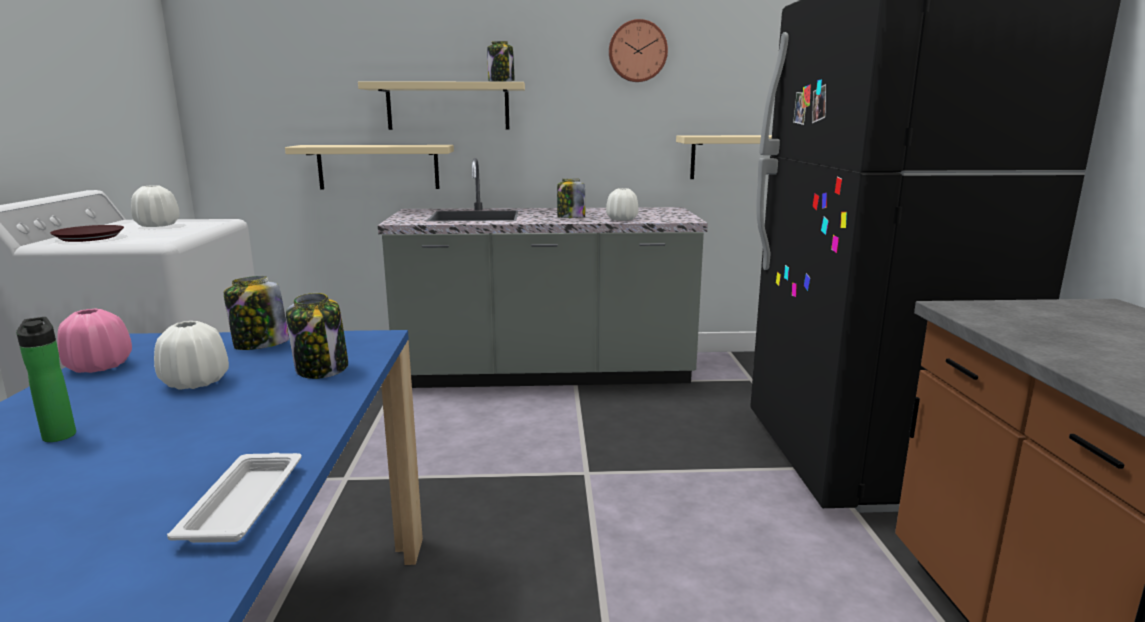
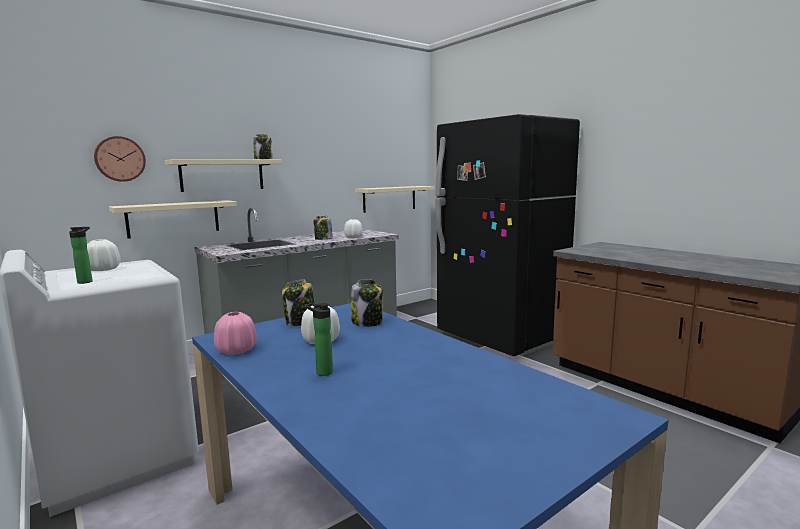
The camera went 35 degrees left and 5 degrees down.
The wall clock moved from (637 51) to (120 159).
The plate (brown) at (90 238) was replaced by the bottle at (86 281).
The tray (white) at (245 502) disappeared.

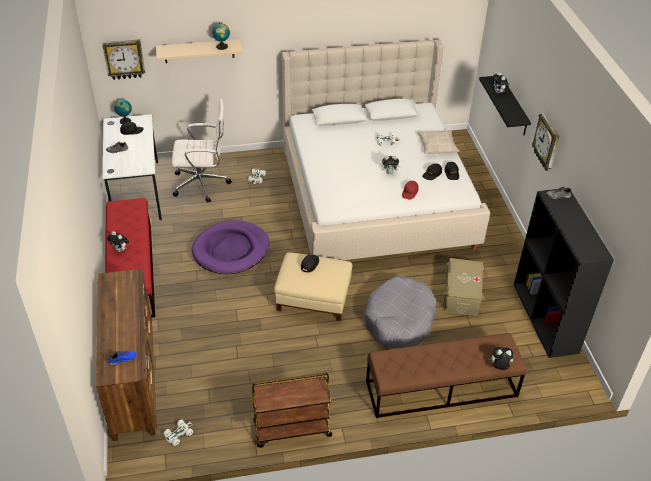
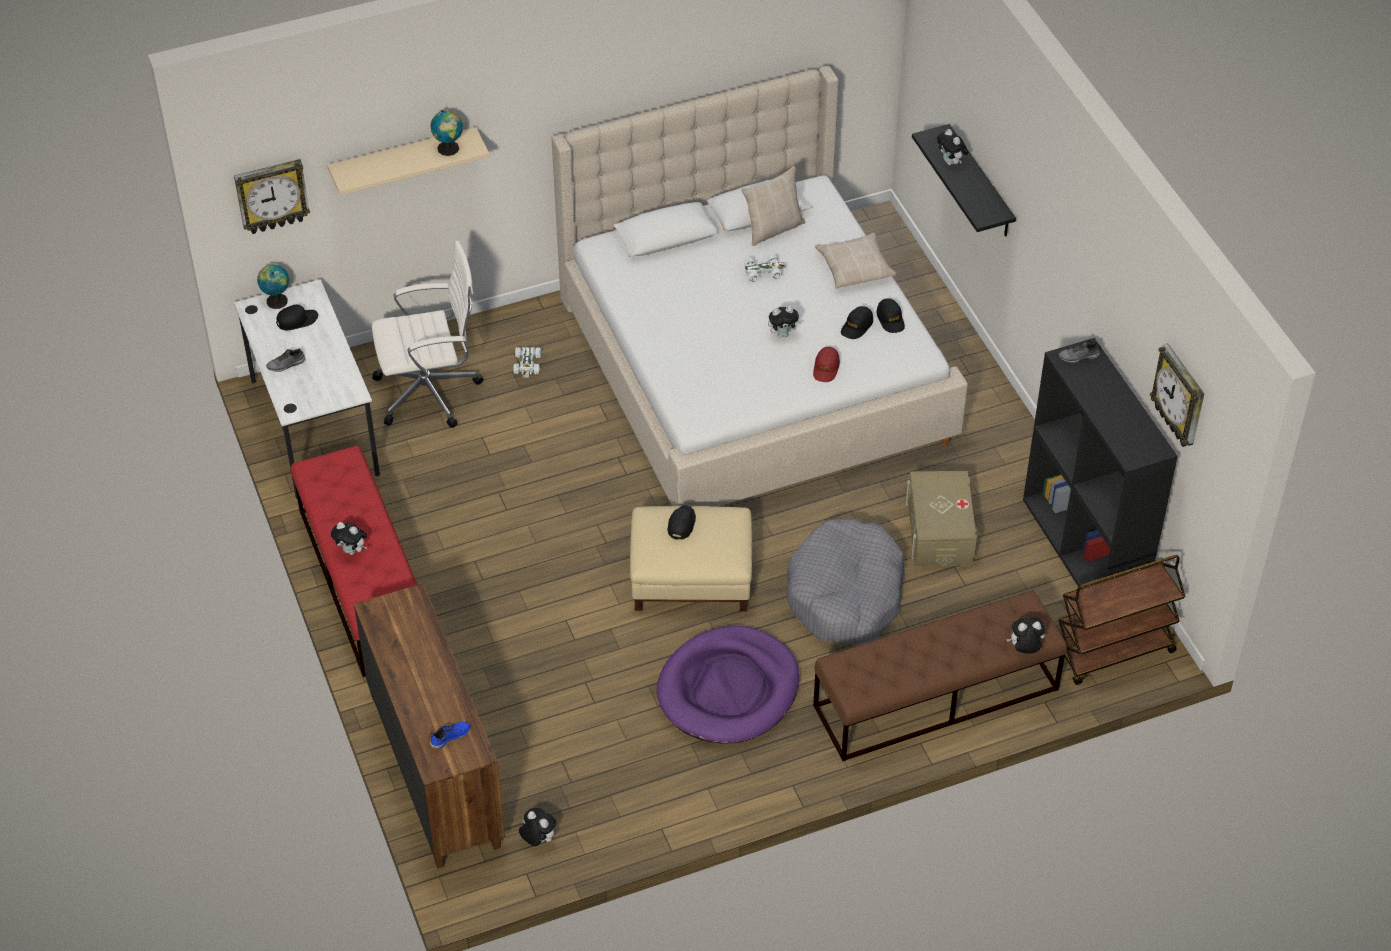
The camera went 10 degrees left and 5 degrees up.
The wall clock moved from (547 143) to (1180 397).
The dog bed (purple) moved from (231 250) to (728 689).
The cart (brown) moved from (291 429) to (1113 652).
The toy car (white) at (179 434) was replaced by the plush toy at (538 840).
The pillow (beige) at (773 228) appeared.

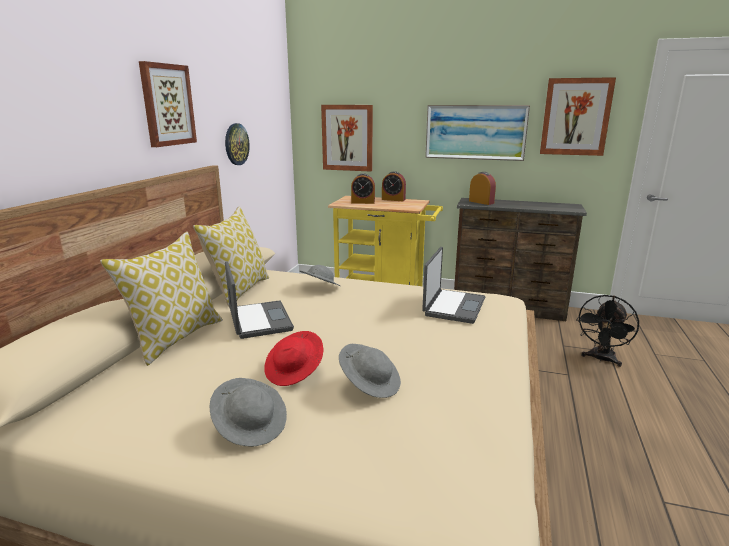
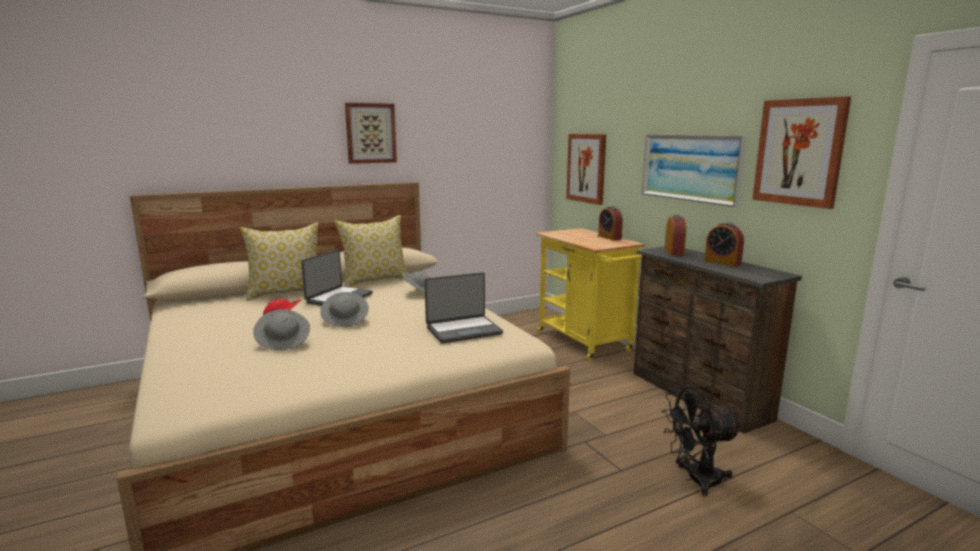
The camera went 45 degrees right and 5 degrees down.
The wall clock at (236 144) disappeared.
The alarm clock moved from (363 202) to (722 262).
The hat (grey) moved from (251 426) to (346 320).

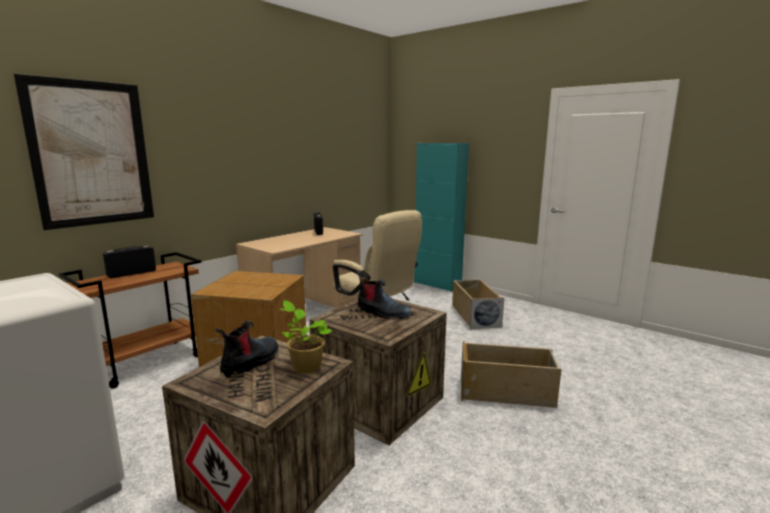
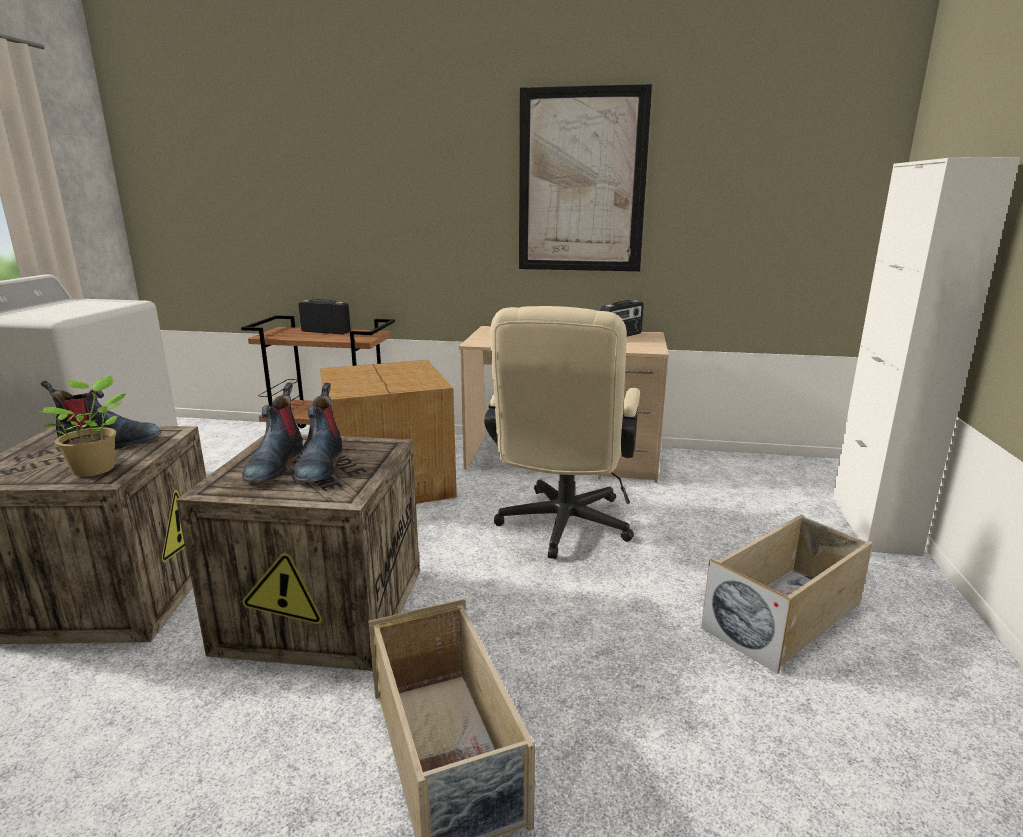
The camera went 60 degrees right and 5 degrees up.
The picture moved from (92 154) to (581 182).
The cabinet (turquoise) at (437 284) became the cabinet (white) at (873 525).
The boot at (275 464) appeared.

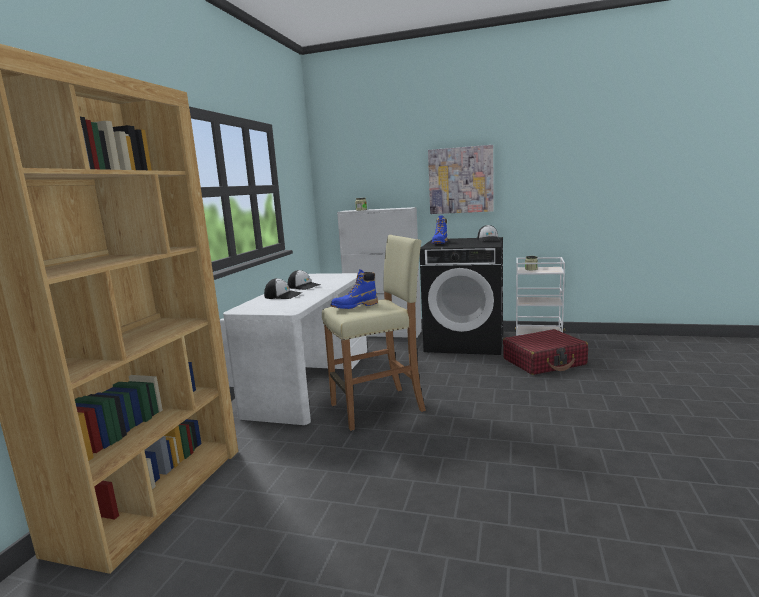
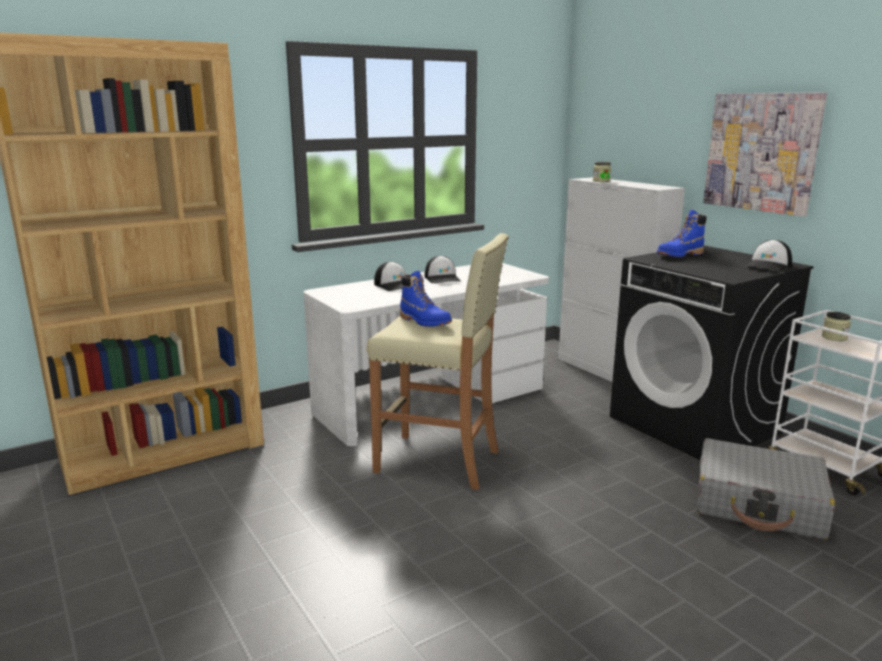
The camera went 40 degrees right and 5 degrees up.
The boot (blue) at (354 306) turned 150 degrees counterclockwise.
The suitcase (red) at (544 362) became the suitcase (grey) at (759 504).

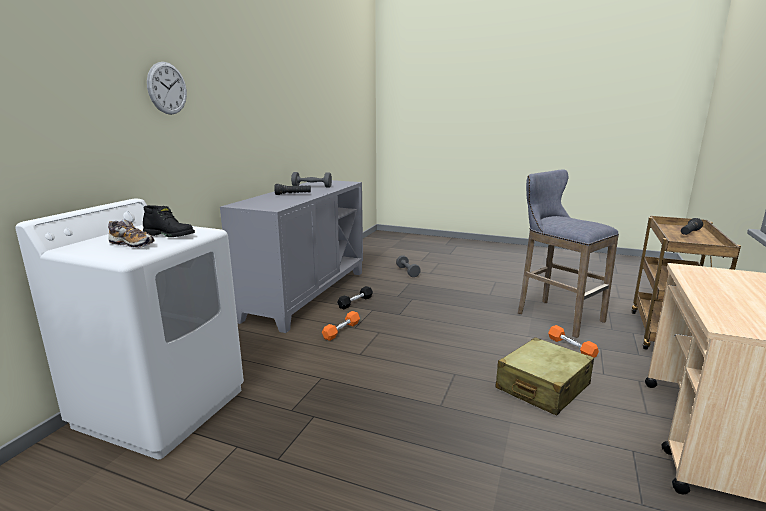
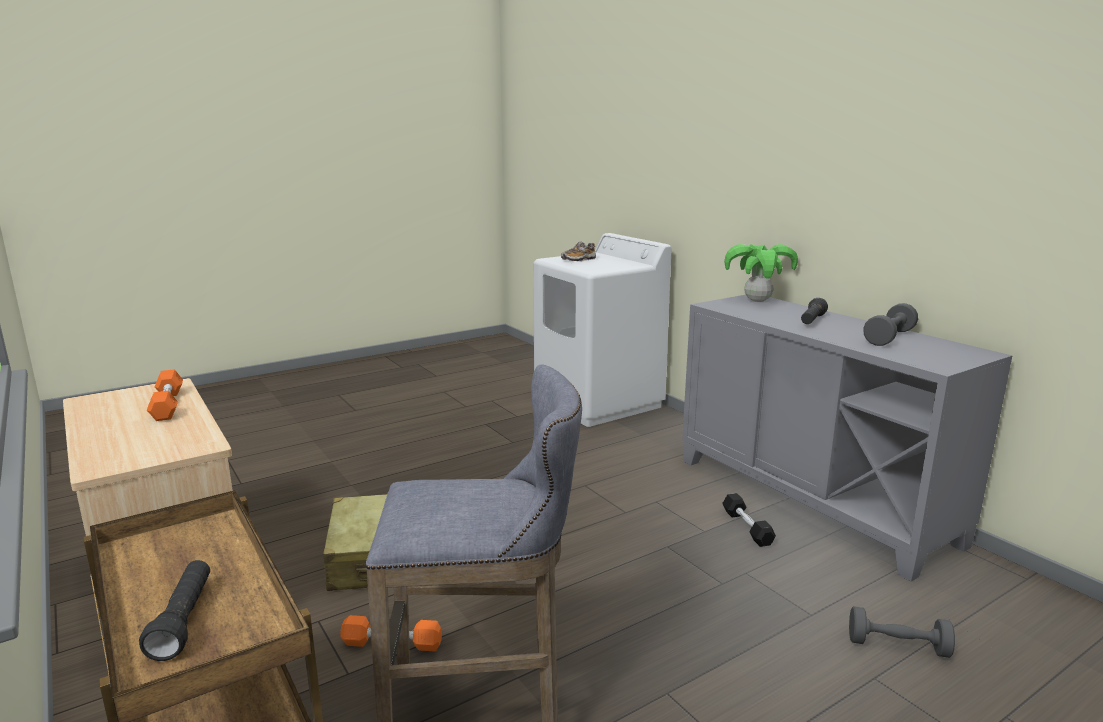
The camera went 125 degrees right and 0 degrees up.
The wall clock at (167 88) disappeared.
The boot (black) at (170 235) disappeared.
The dumbbell (orange) moved from (341 331) to (167 405).
The potted plant at (757 300) appeared.

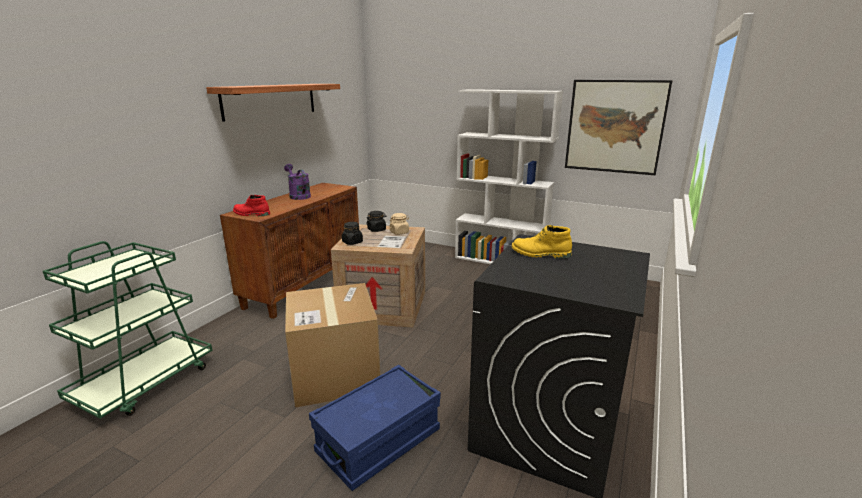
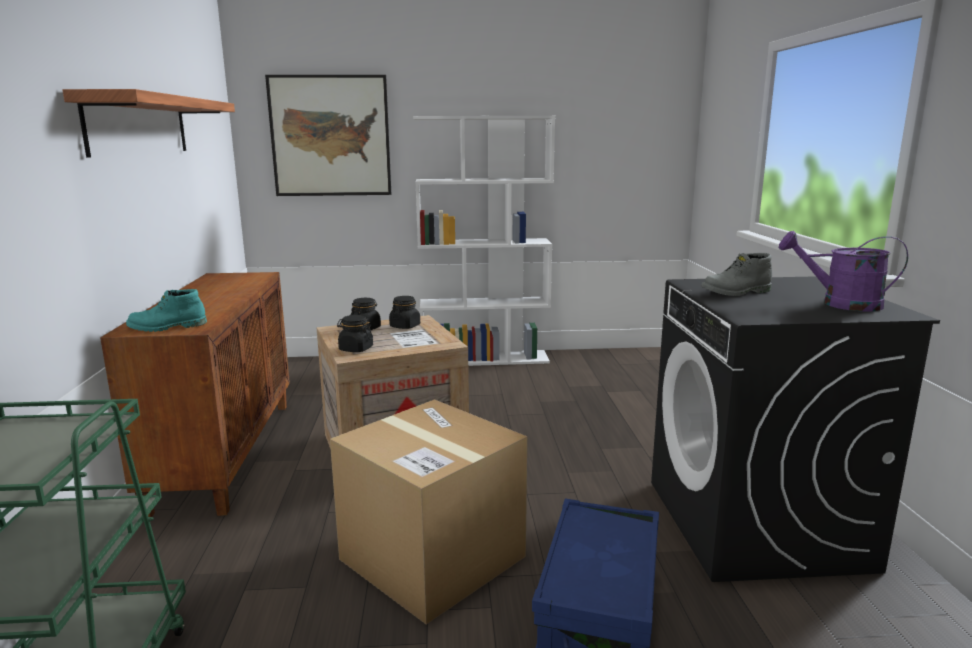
The camera went 30 degrees left and 5 degrees down.
The picture moved from (615 127) to (330 136).
The watering can (purple) moved from (298 196) to (840 304).
The boot (red) at (251 214) became the boot (turquoise) at (167 327).
The jar (beige) at (399 232) became the jar (black) at (405 326).
The boot (yellow) at (540 254) became the boot (grey) at (736 292).

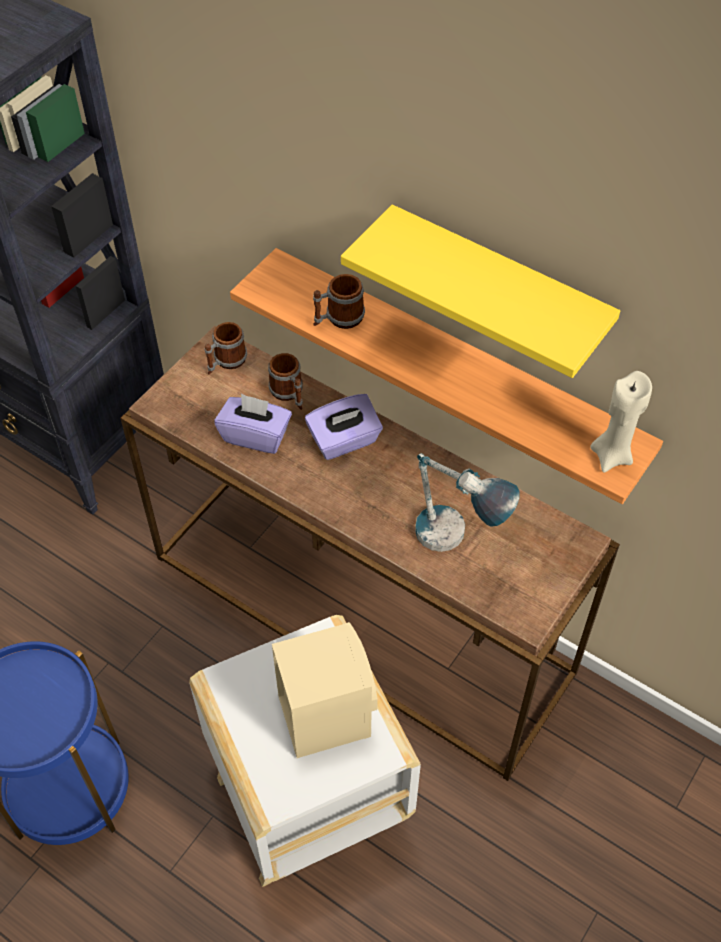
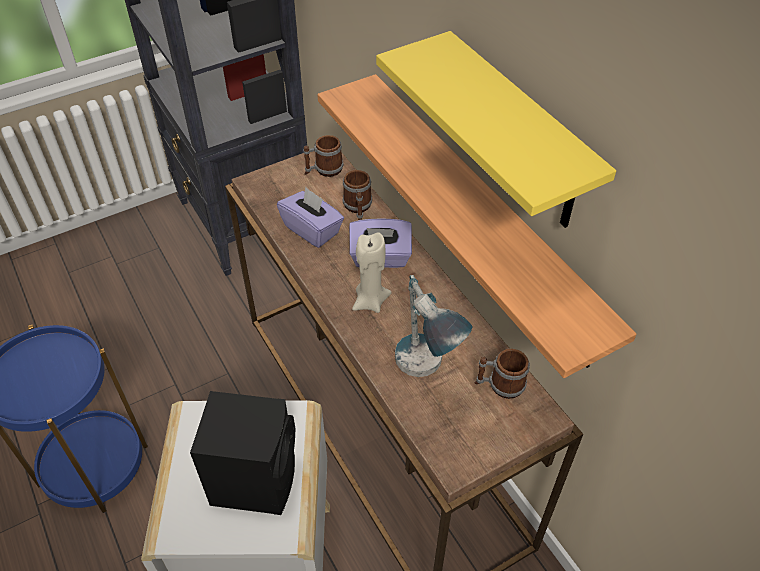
The camera went 25 degrees right and 5 degrees down.
The mug moved from (338 319) to (499 385).
The candle (beige) moved from (612 455) to (370 302).
The speaker (beige) at (324 713) became the speaker (black) at (255 477).

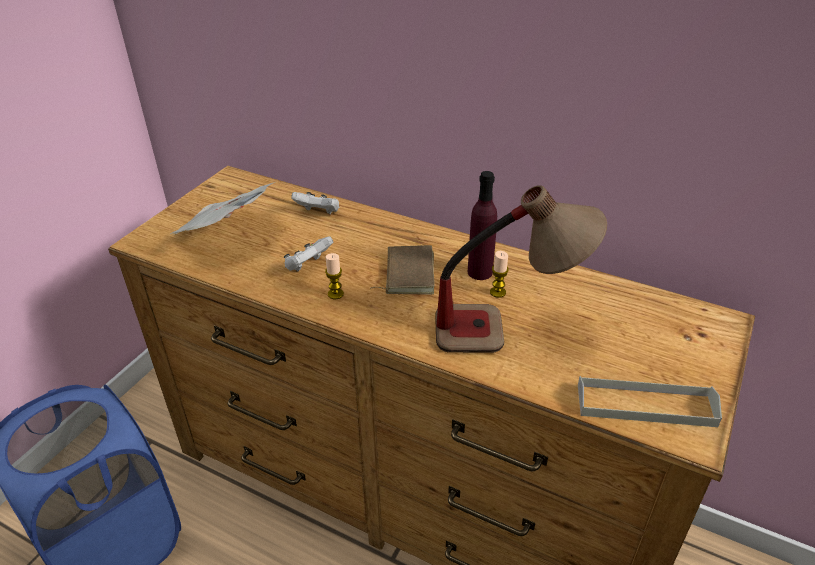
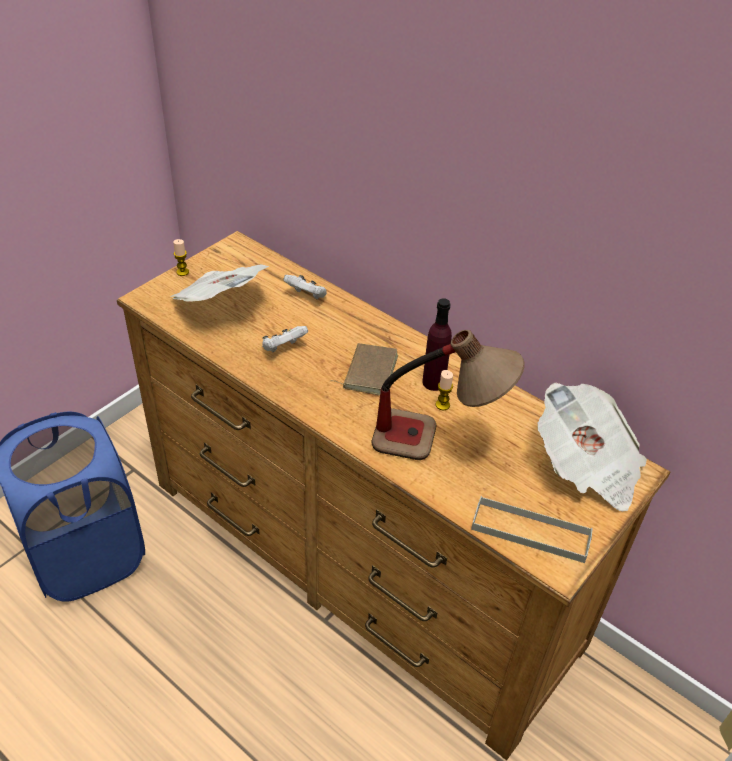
The camera went 10 degrees right and 5 degrees up.
The candle moved from (335 294) to (182 272).
The newspaper at (586 467) appeared.

